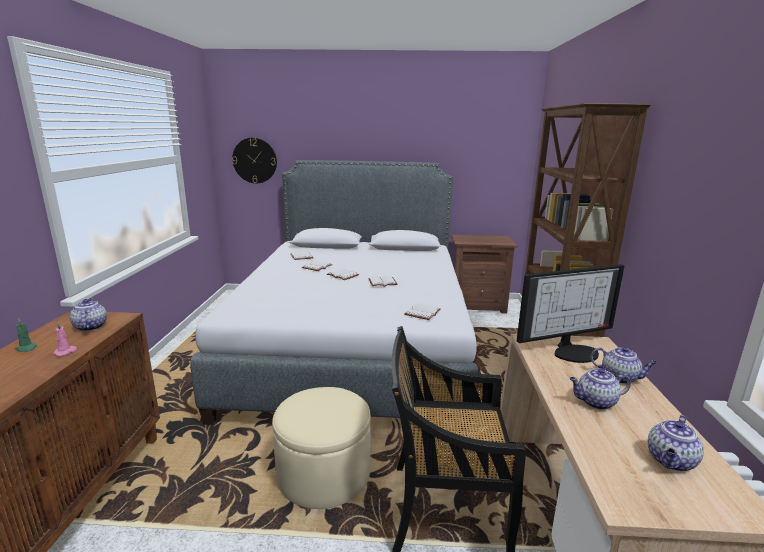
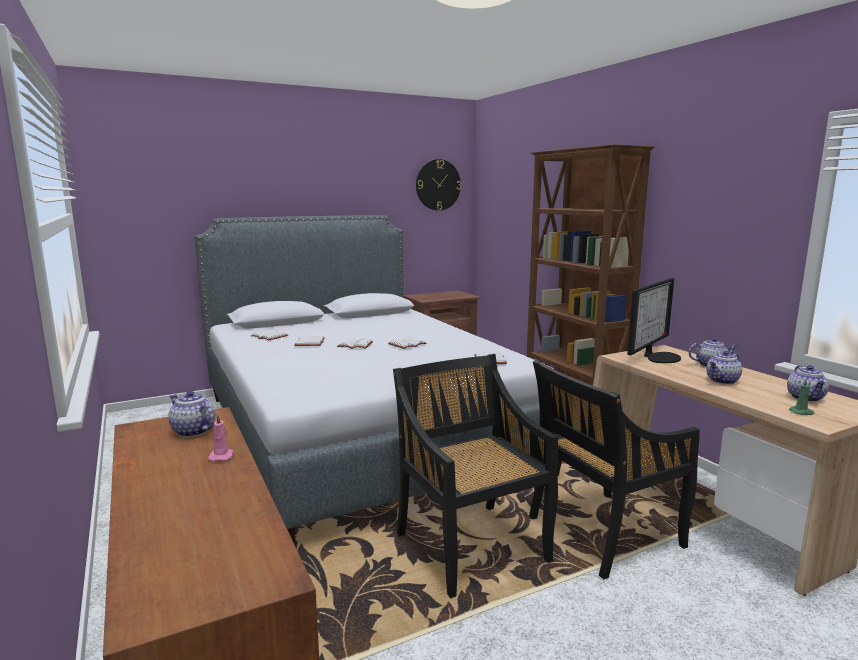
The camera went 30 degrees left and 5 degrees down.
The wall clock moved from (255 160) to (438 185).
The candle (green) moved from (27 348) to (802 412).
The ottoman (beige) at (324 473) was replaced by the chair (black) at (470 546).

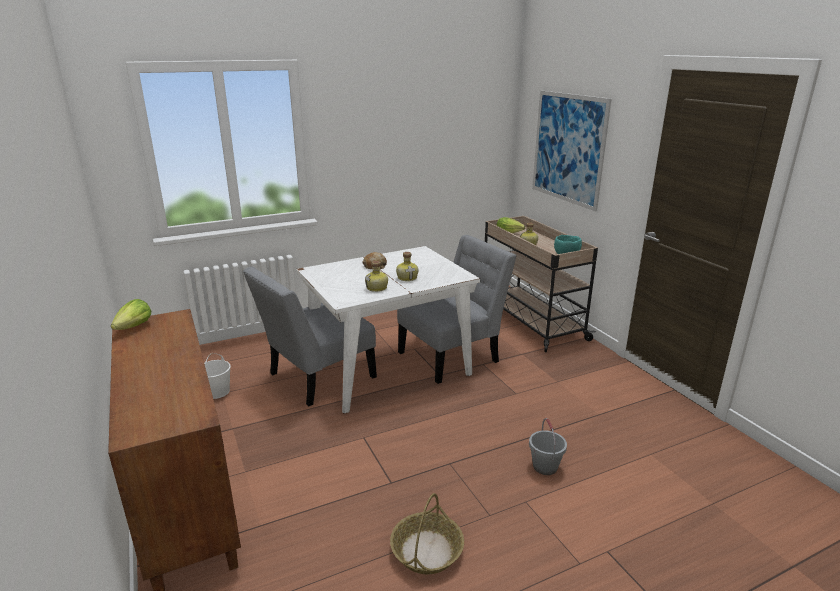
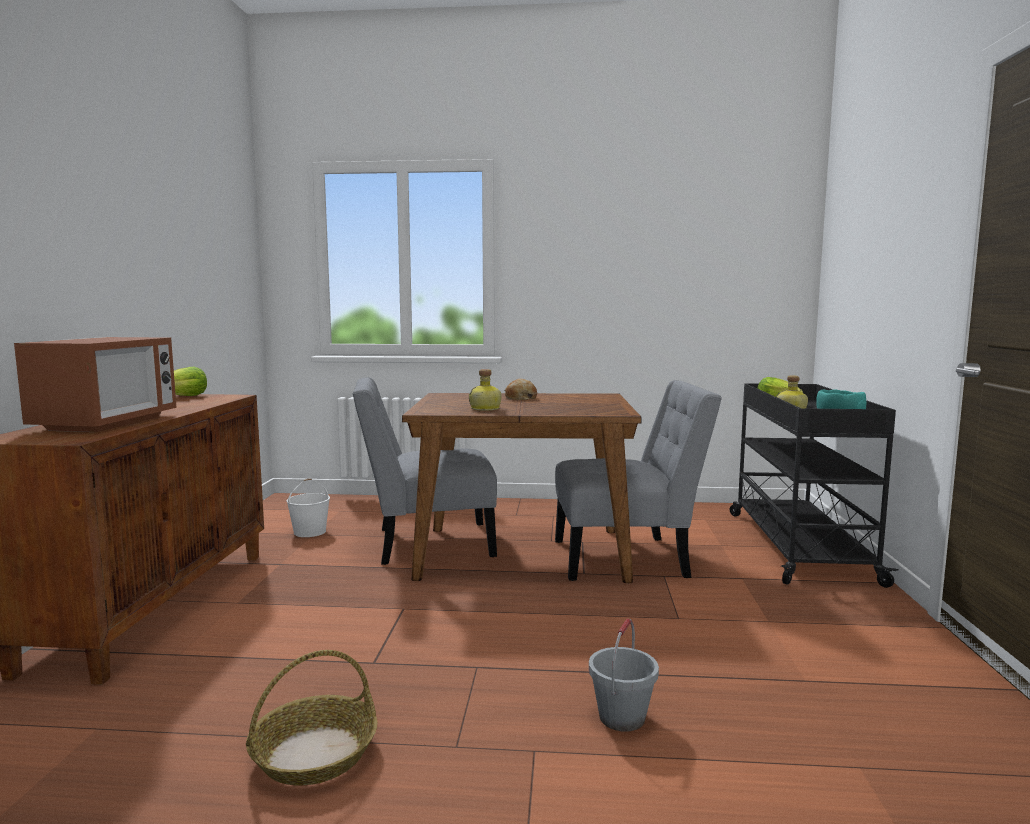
The camera went 30 degrees right and 15 degrees down.
The picture at (568 148) disappeared.
The cart (beige) at (529 320) became the cart (black) at (797 545).
The dining table (white) at (388 369) became the dining table (brown) at (521 553).
The bottle at (407 277) disappeared.
The microwave at (107 423) appeared.

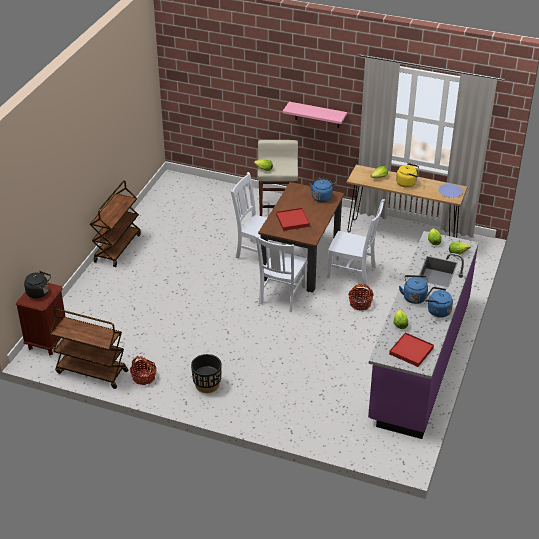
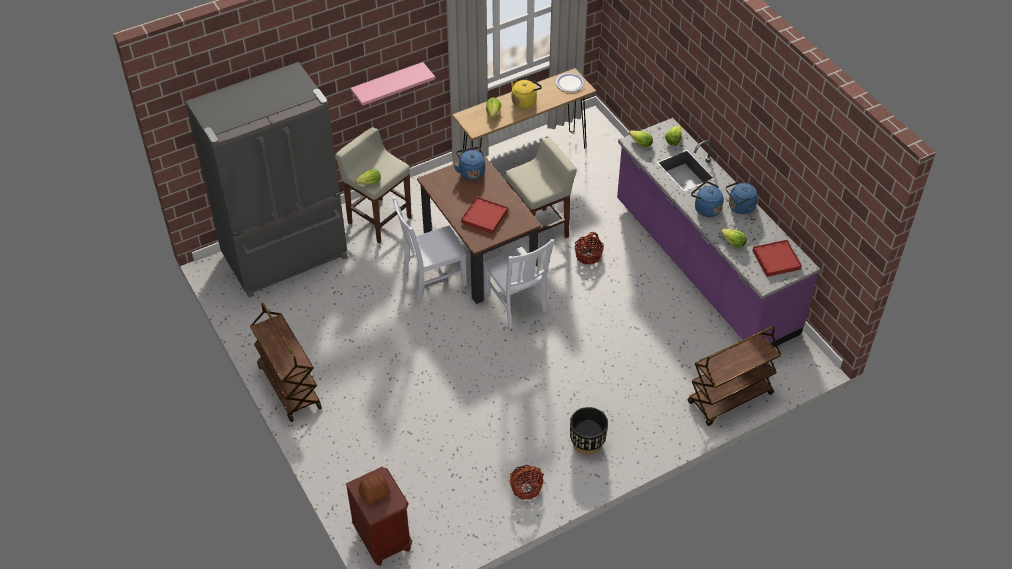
The camera went 50 degrees left and 10 degrees up.
The chair (white) at (353 273) was replaced by the stool (beige) at (539 230).
The kettle (black) at (39 293) was replaced by the bread at (375 493).
The cart (brown) moved from (91 372) to (730 399).
The fridge (grey) at (287 257) appeared.

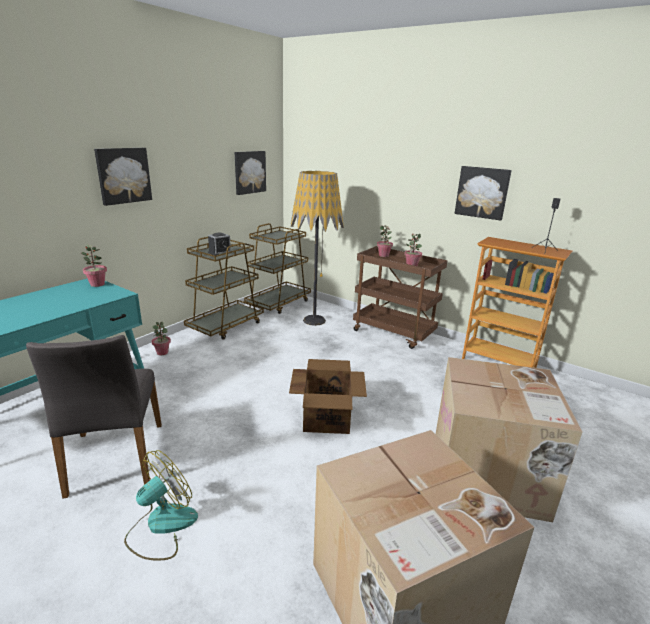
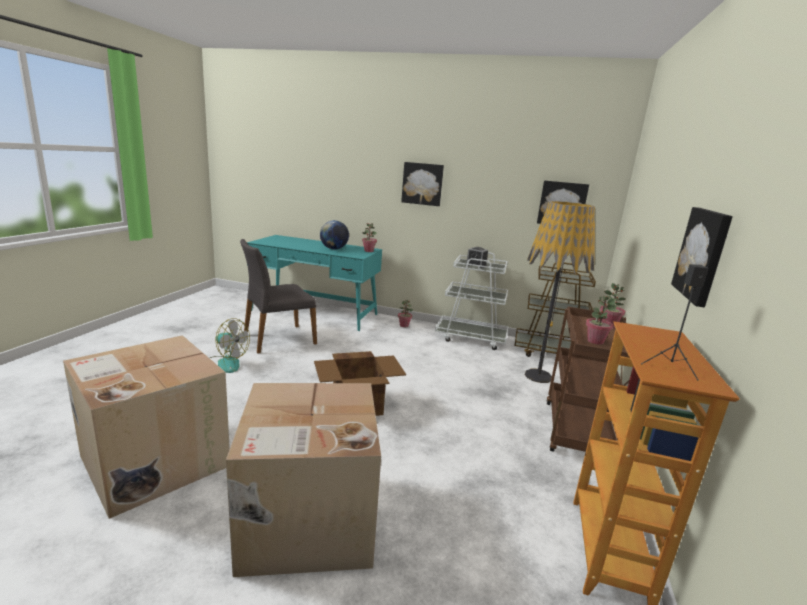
The camera went 70 degrees right and 5 degrees down.
The cart (brown) at (226 326) became the cart (white) at (471 338).
The globe at (334 249) appeared.

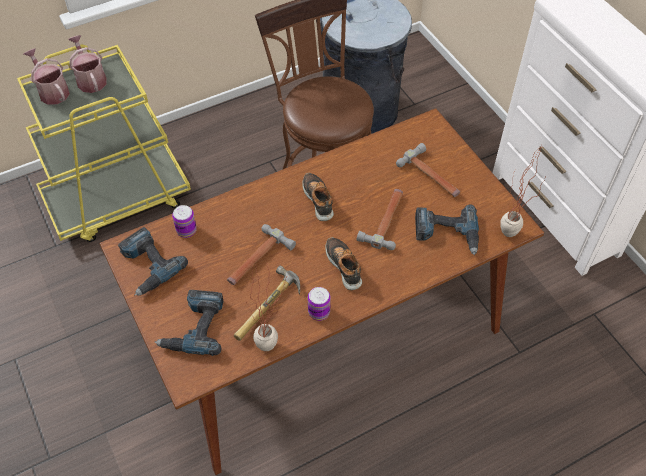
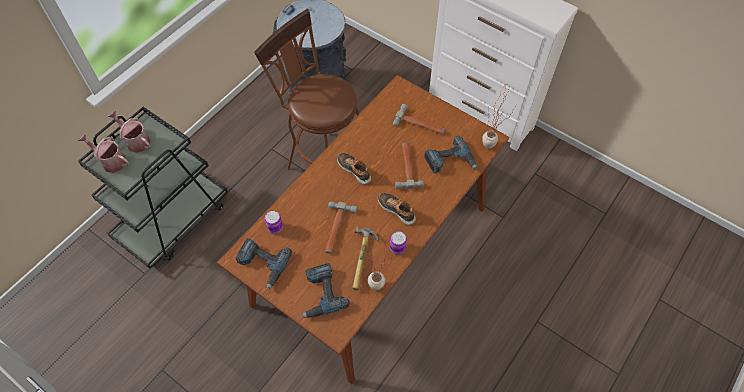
The camera went 25 degrees left and 5 degrees up.
The cart (yellow) at (118 199) became the cart (black) at (173 219).

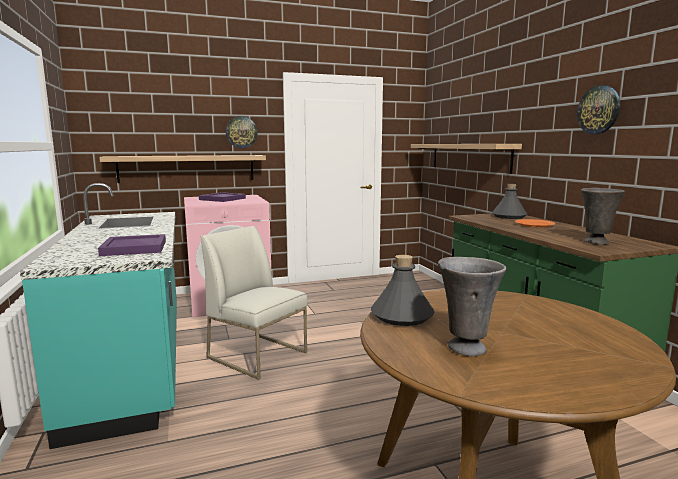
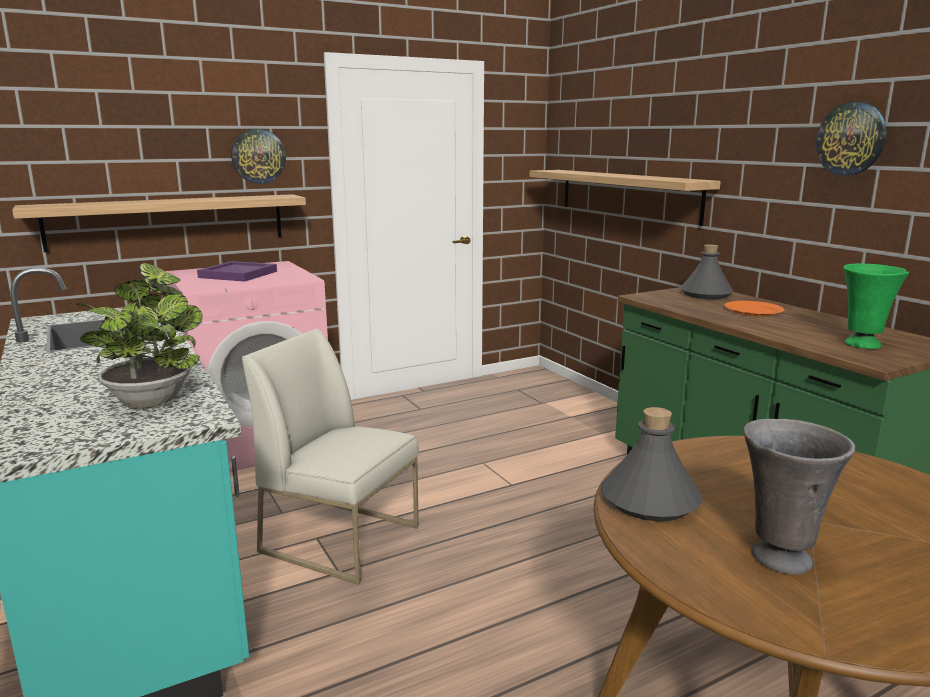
The camera went 10 degrees left and 5 degrees up.
The vase (grey) at (596 242) became the vase (green) at (863 345).
The tray (purple) at (133 248) was replaced by the potted plant at (152 399).

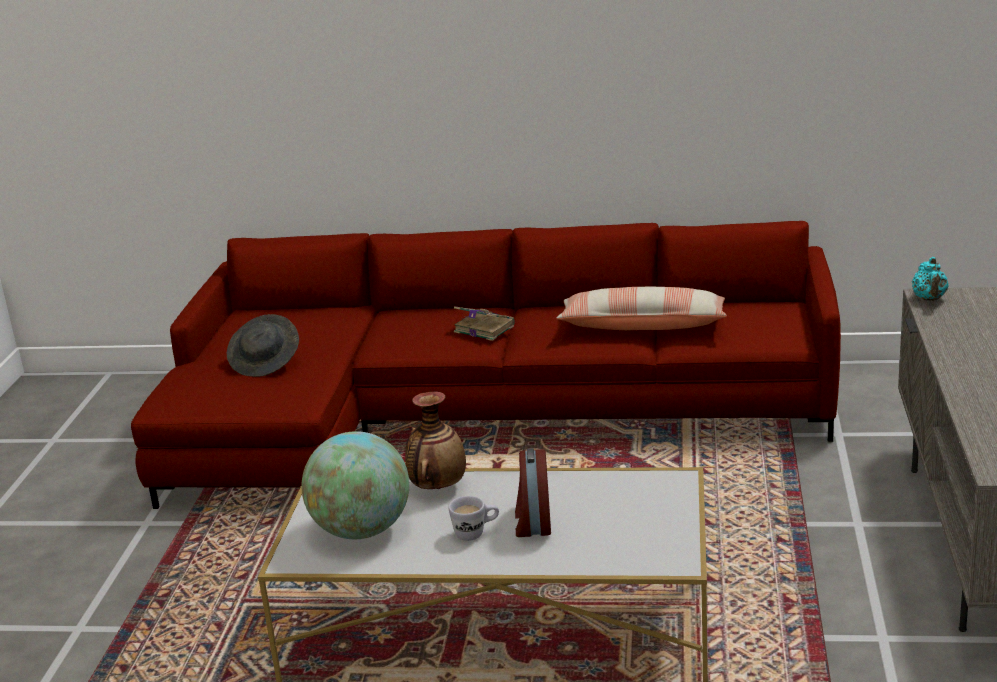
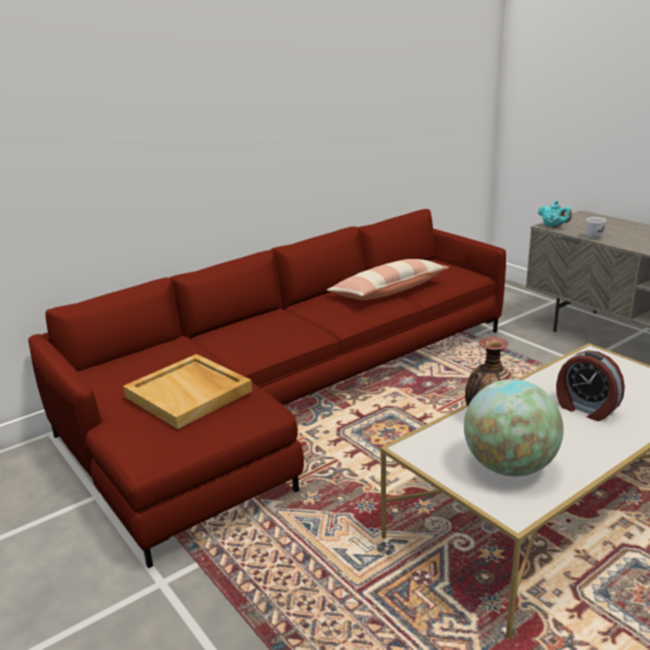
The camera went 45 degrees left and 0 degrees up.
The book at (483 328) disappeared.
The hat (grey) at (266 362) was replaced by the tray (beige) at (190 394).
The mug (white) moved from (476 533) to (594 236).

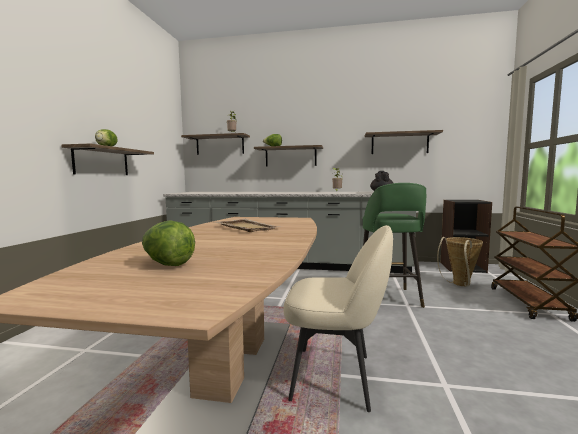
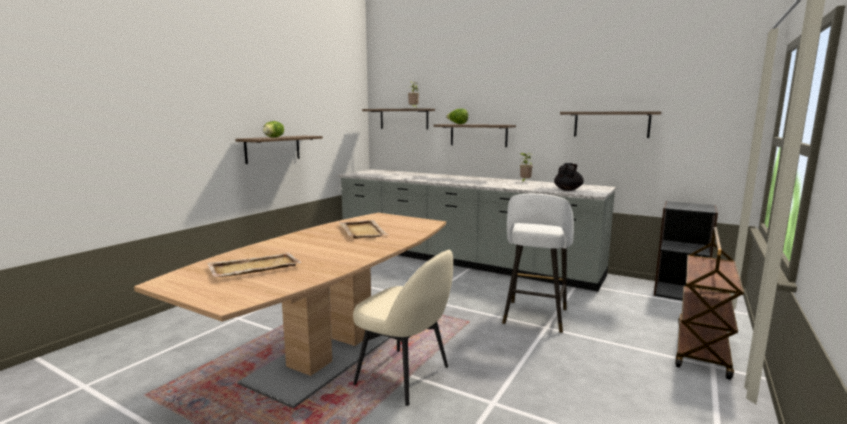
The camera went 20 degrees right and 5 degrees up.
The stool (green) at (390 299) became the stool (white) at (534 317).
The lettuce at (167 264) was replaced by the tray (beige) at (253 267).
The basket at (459 285) disappeared.

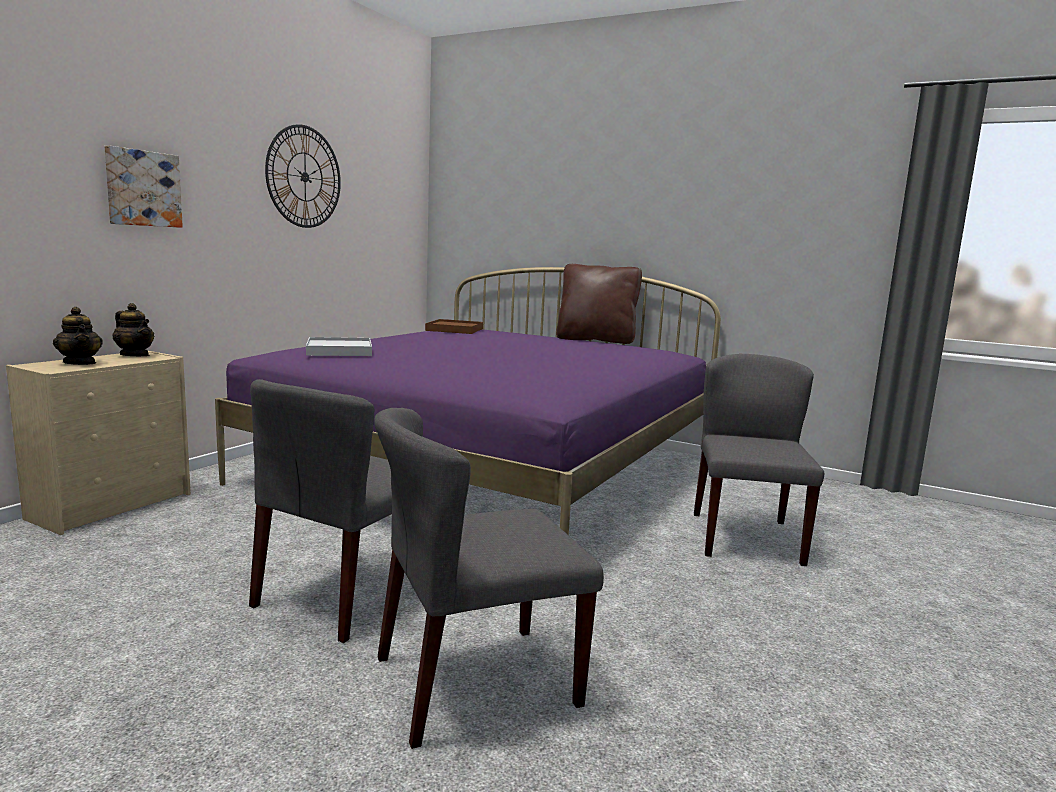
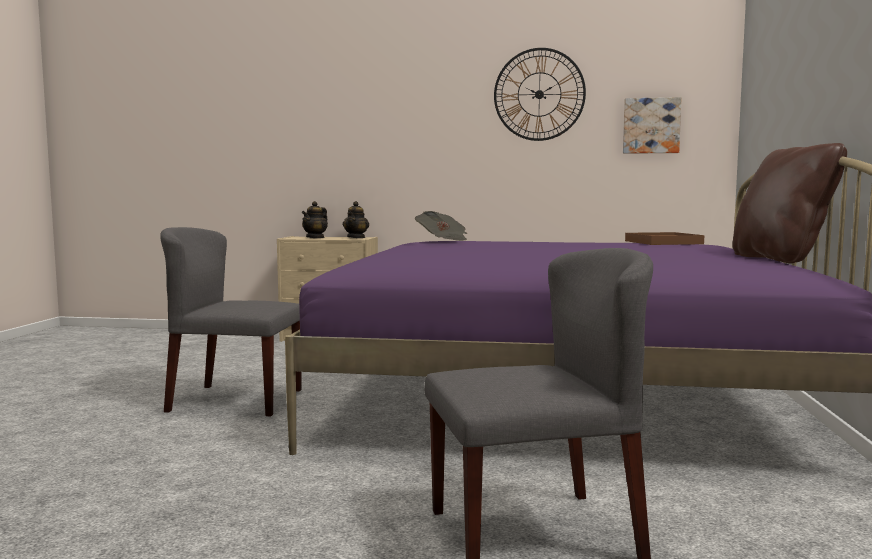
The camera went 70 degrees right and 5 degrees down.
The picture moved from (142 188) to (651 126).
The tray (white) at (339 351) was replaced by the newspaper at (443 242).
The chair (grey) at (475 682) disappeared.

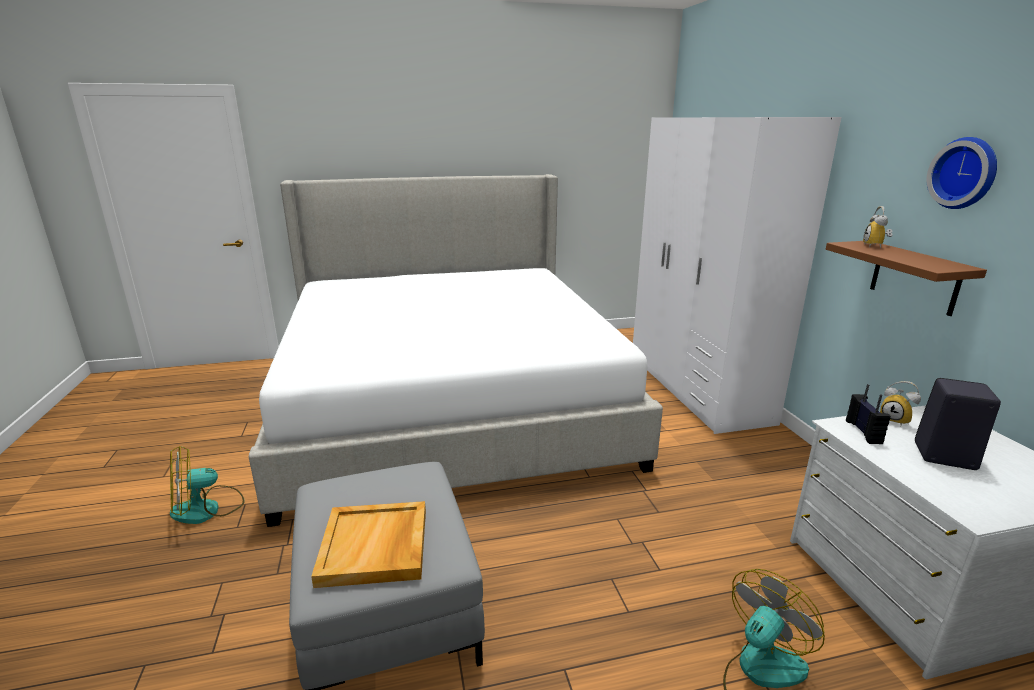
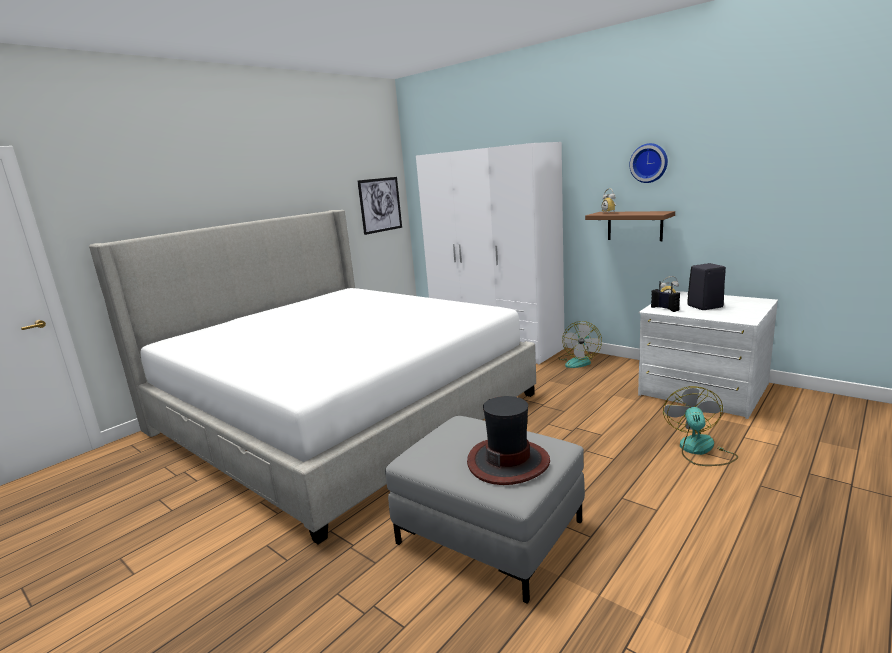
The camera went 35 degrees left and 5 degrees down.
The fan moved from (207 509) to (579 361).
The tray (beige) at (375 547) was replaced by the hat at (508 461).
The picture at (380 205) appeared.

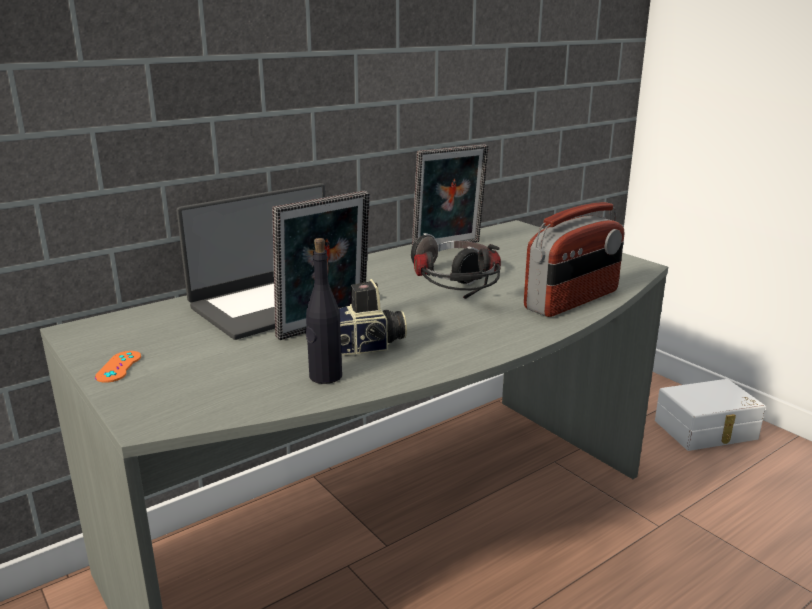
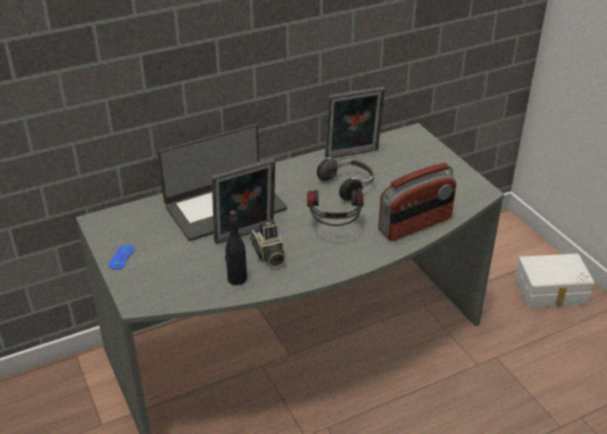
The camera went 10 degrees right and 15 degrees up.
The photo camera at (368 346) turned 75 degrees clockwise.
The game controller (orange) at (119 367) became the game controller (blue) at (121 257).

